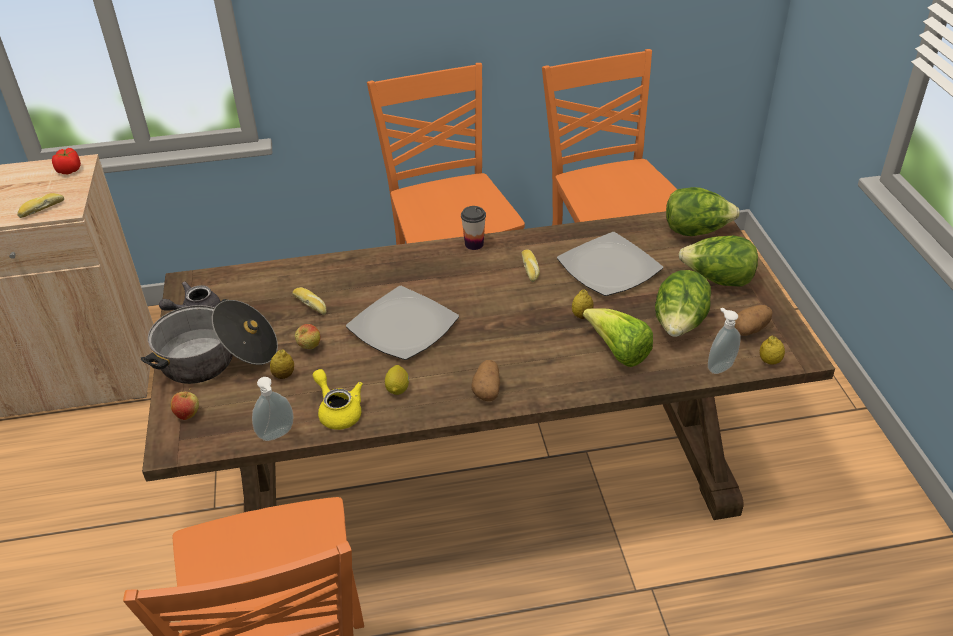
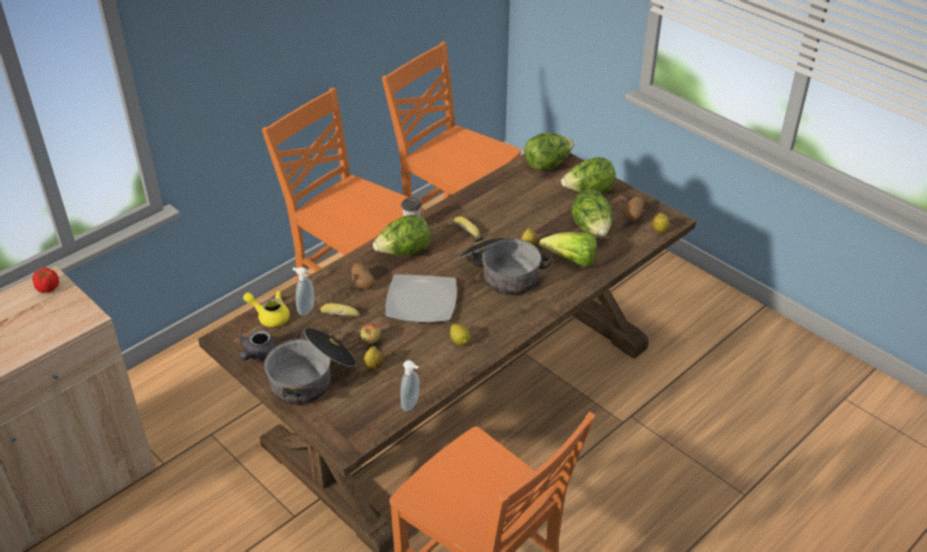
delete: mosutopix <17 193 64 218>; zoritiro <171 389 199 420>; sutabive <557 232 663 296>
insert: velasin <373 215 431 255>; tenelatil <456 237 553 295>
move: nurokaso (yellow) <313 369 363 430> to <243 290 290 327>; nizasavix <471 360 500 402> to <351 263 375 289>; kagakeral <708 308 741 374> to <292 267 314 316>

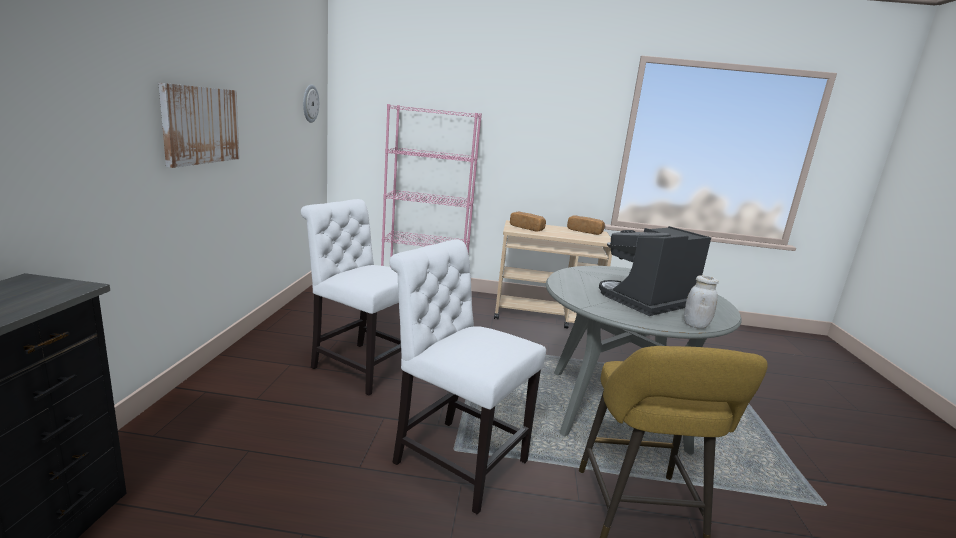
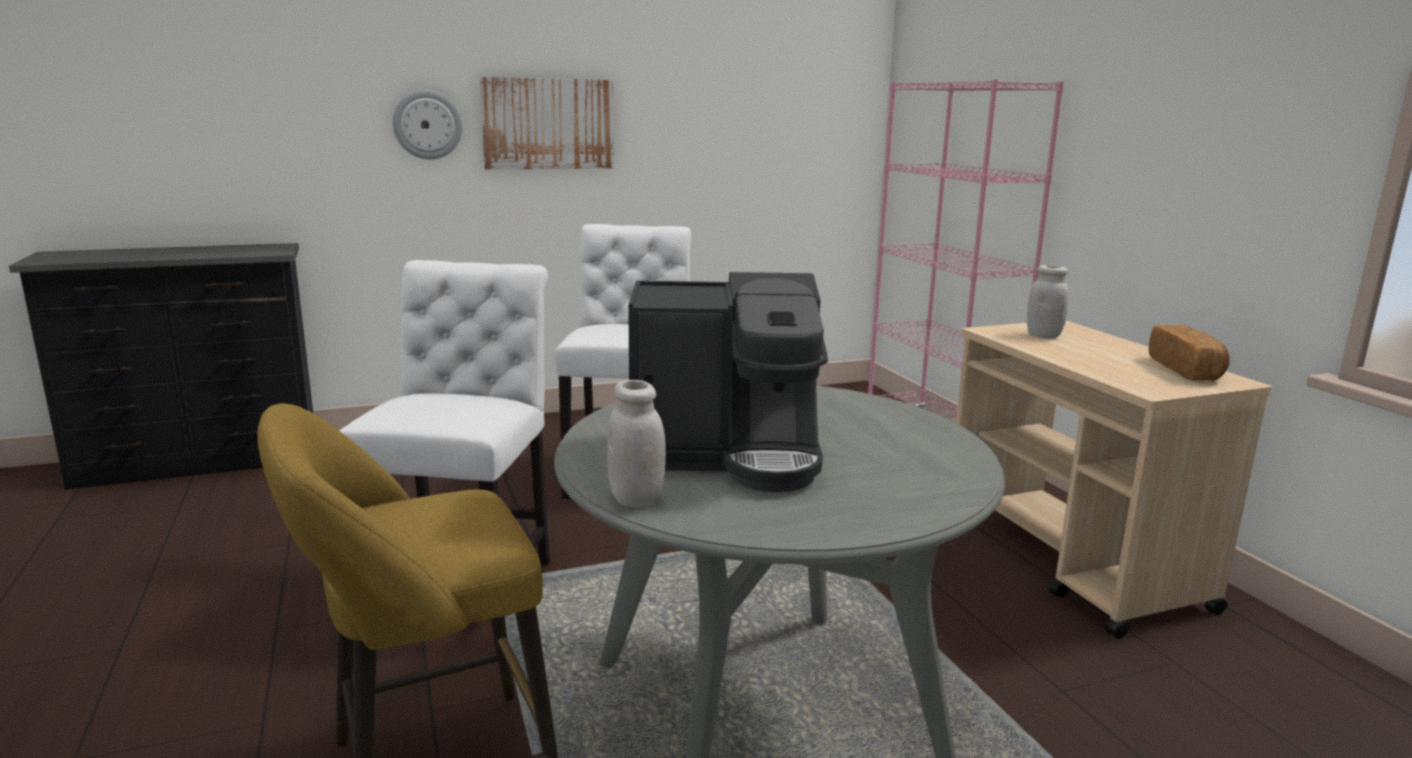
move: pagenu <303 84 319 123> to <393 90 463 160>
replace: mosutopix <510 212 546 232> to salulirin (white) <1027 265 1068 338>
rotate: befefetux <599 226 711 316> = <628 272 828 492> 150 degrees clockwise

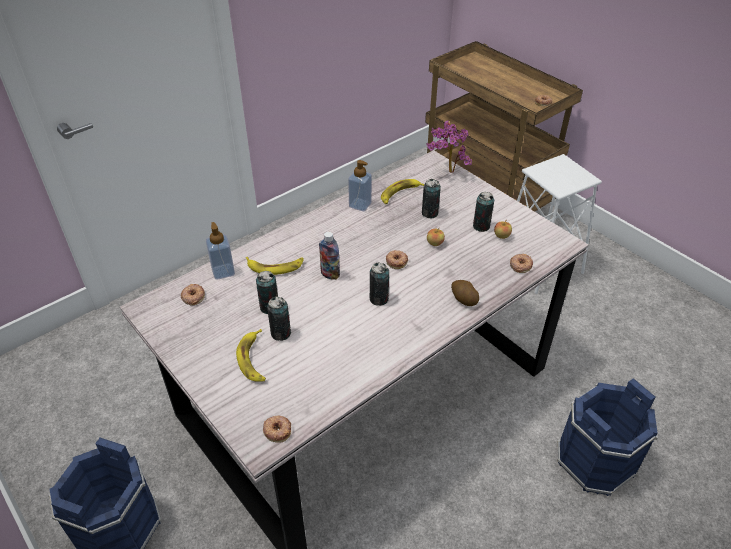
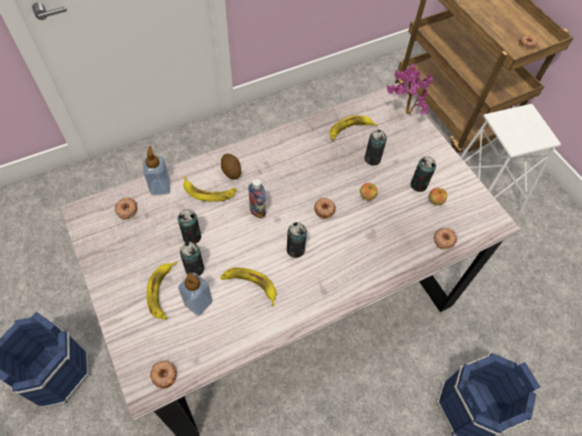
insert: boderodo <220 268 276 306>
move: kagakeral <348 160 372 211> to <178 272 213 316>; nizasavix <451 280 479 306> to <221 154 241 180>

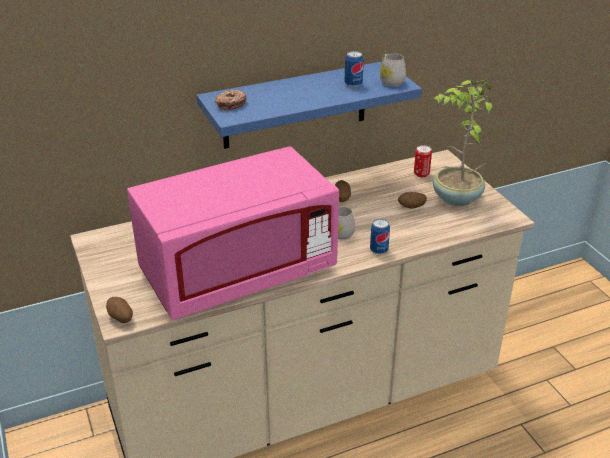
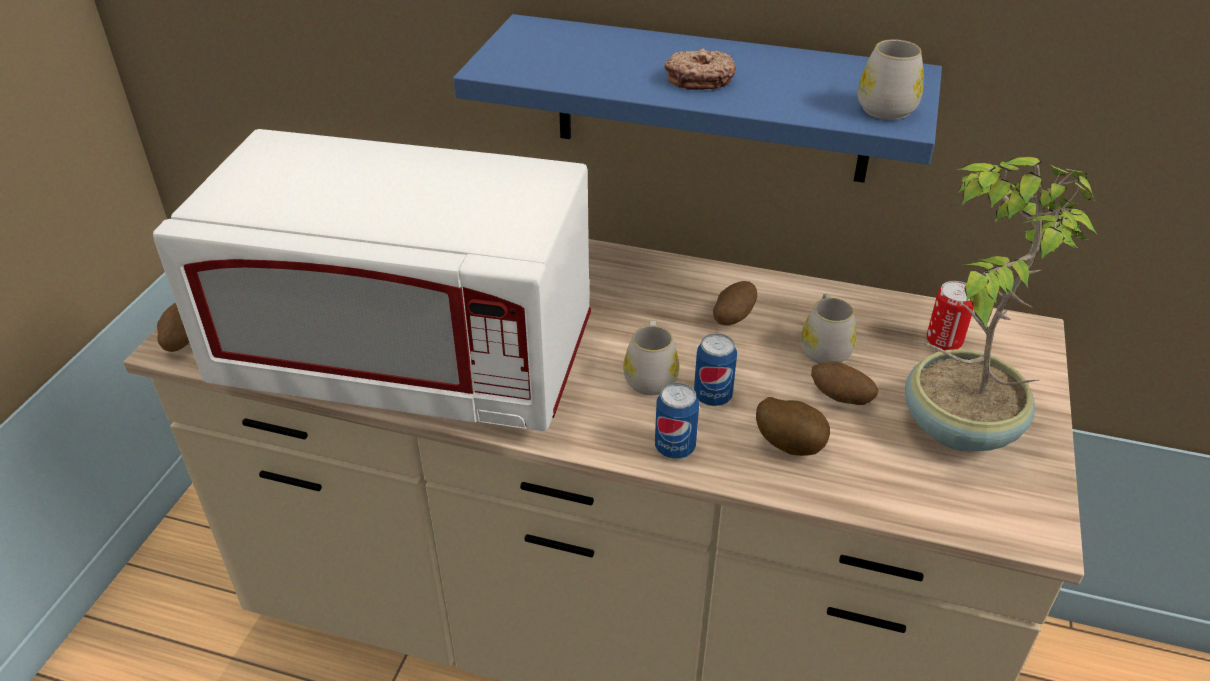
insert: nizasavix <756 397 830 456>; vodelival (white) <801 294 856 364>
move: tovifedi <215 90 247 110> to <664 48 736 90>; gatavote <344 51 364 87> to <694 333 737 406>
recolor: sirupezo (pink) <127 146 339 320> to sirupezo (white) <153 129 591 431>

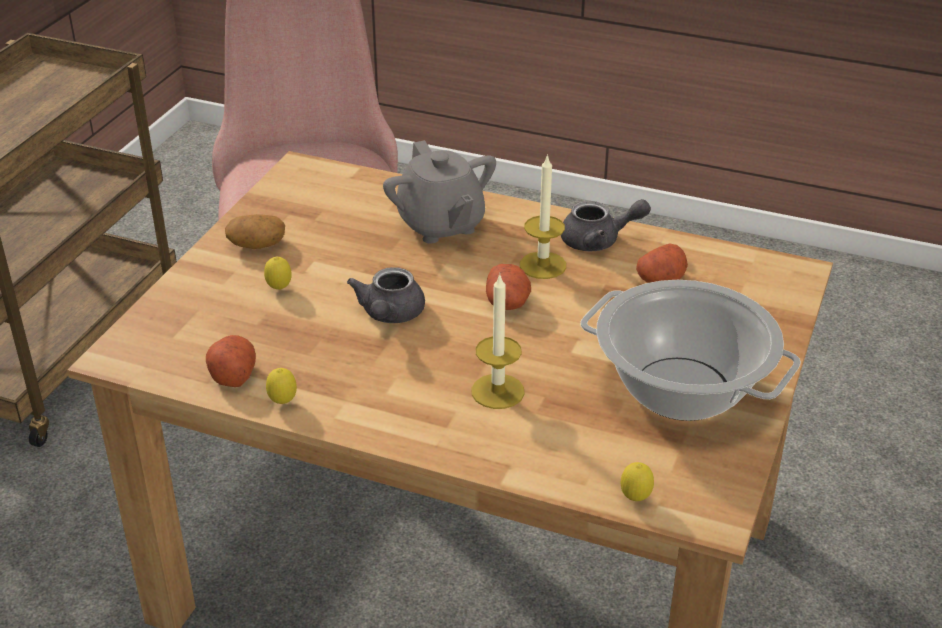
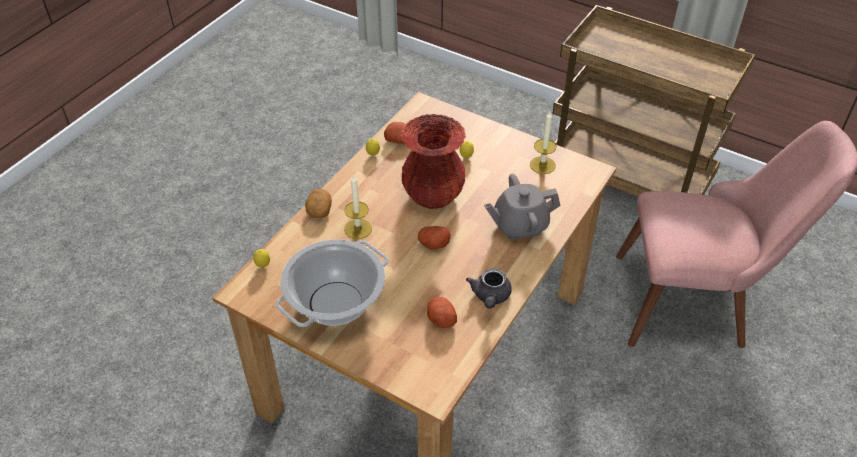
move: nizasavix <225 214 285 249> to <305 189 332 218>; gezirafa <520 154 566 279> to <530 111 557 174>
replace: nurokaso (grey) <347 267 425 323> to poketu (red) <401 114 466 209>

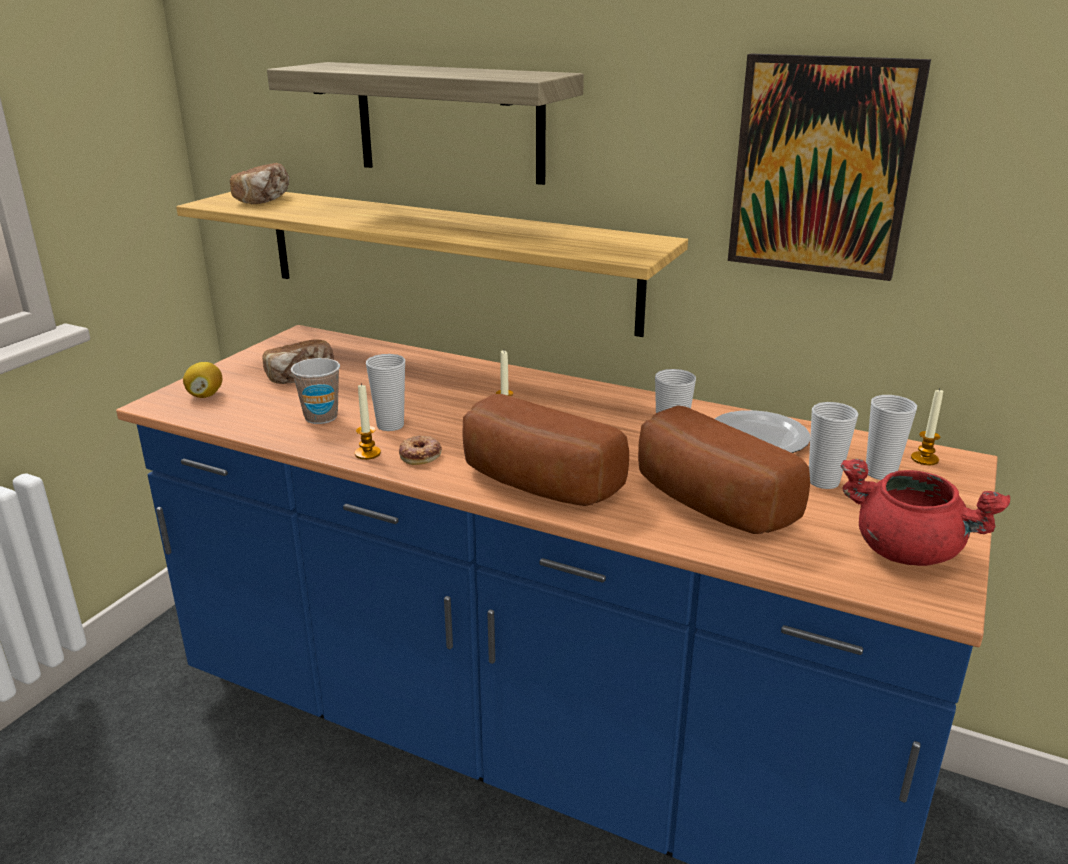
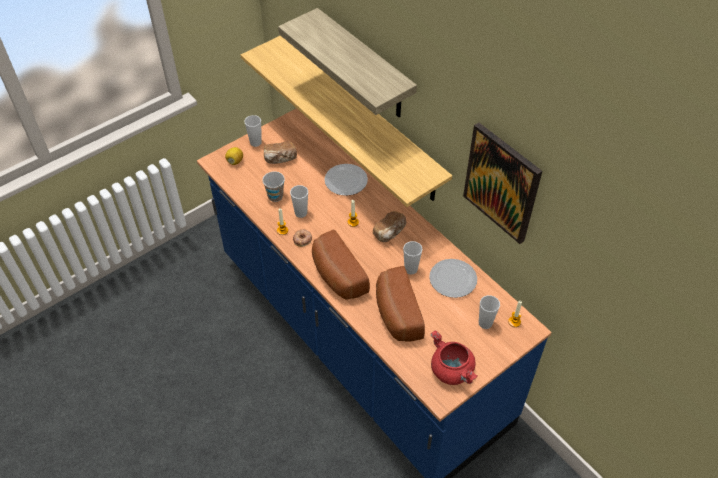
insert: sutabive <324 164 368 196>
move: mosutopix <230 163 289 204> to <373 211 406 242>; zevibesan <809 402 859 489> to <244 115 262 147>

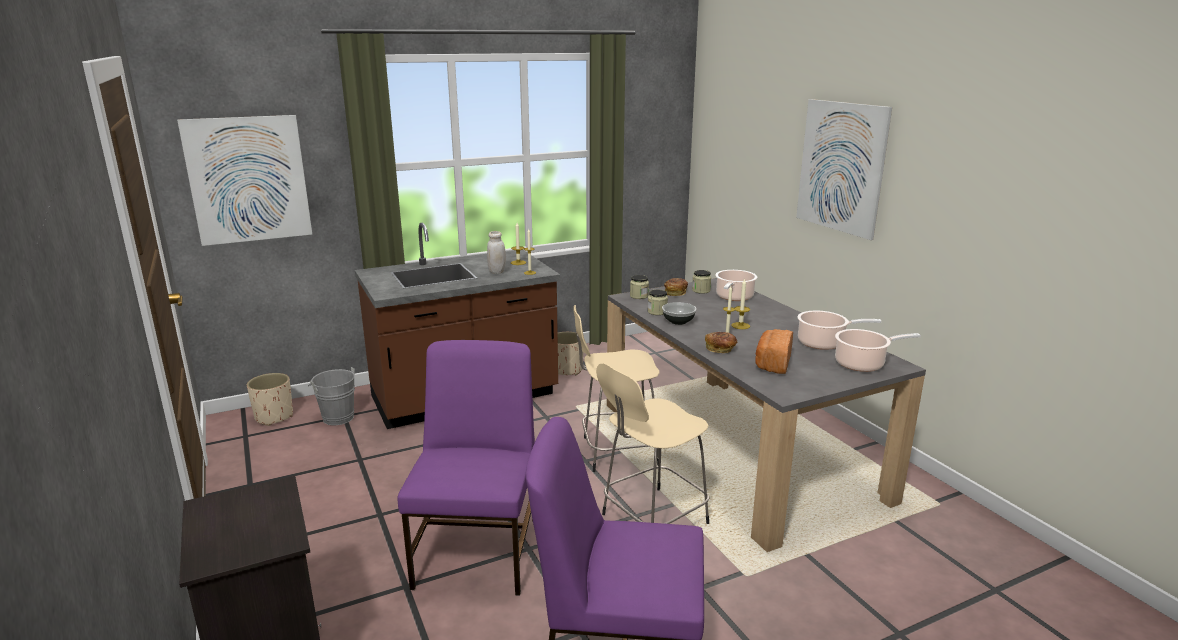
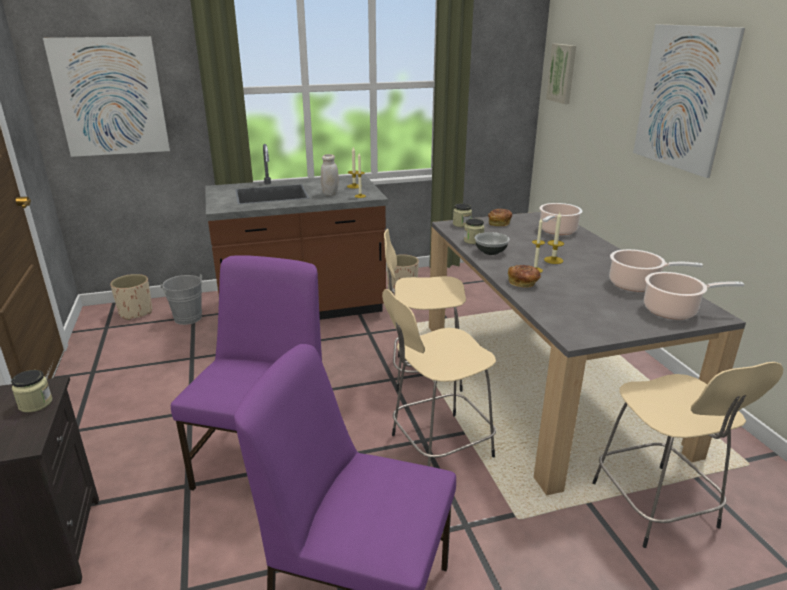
delete: mosutopix <755 329 793 374>
insert: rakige <546 44 576 104>; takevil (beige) <592 362 783 548>
move: salulirin <692 270 711 294> to <11 370 52 413>

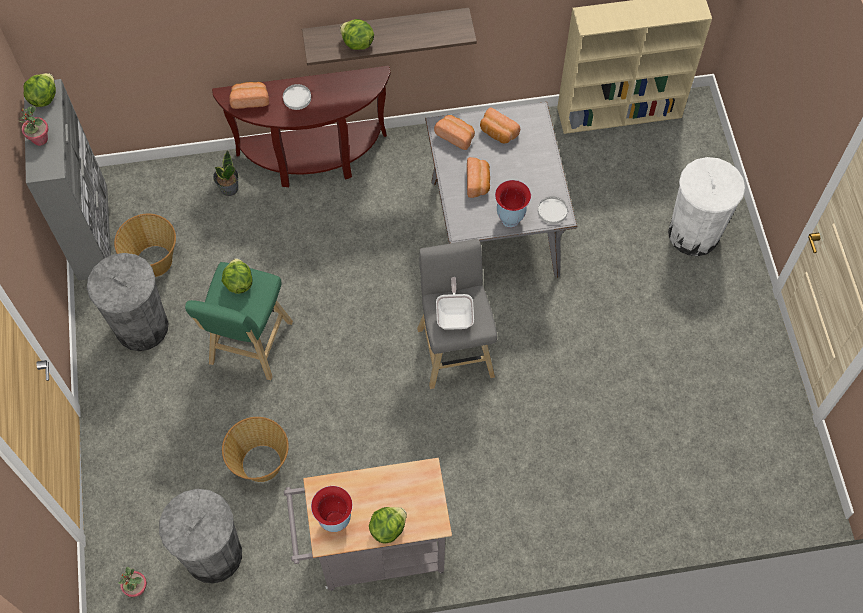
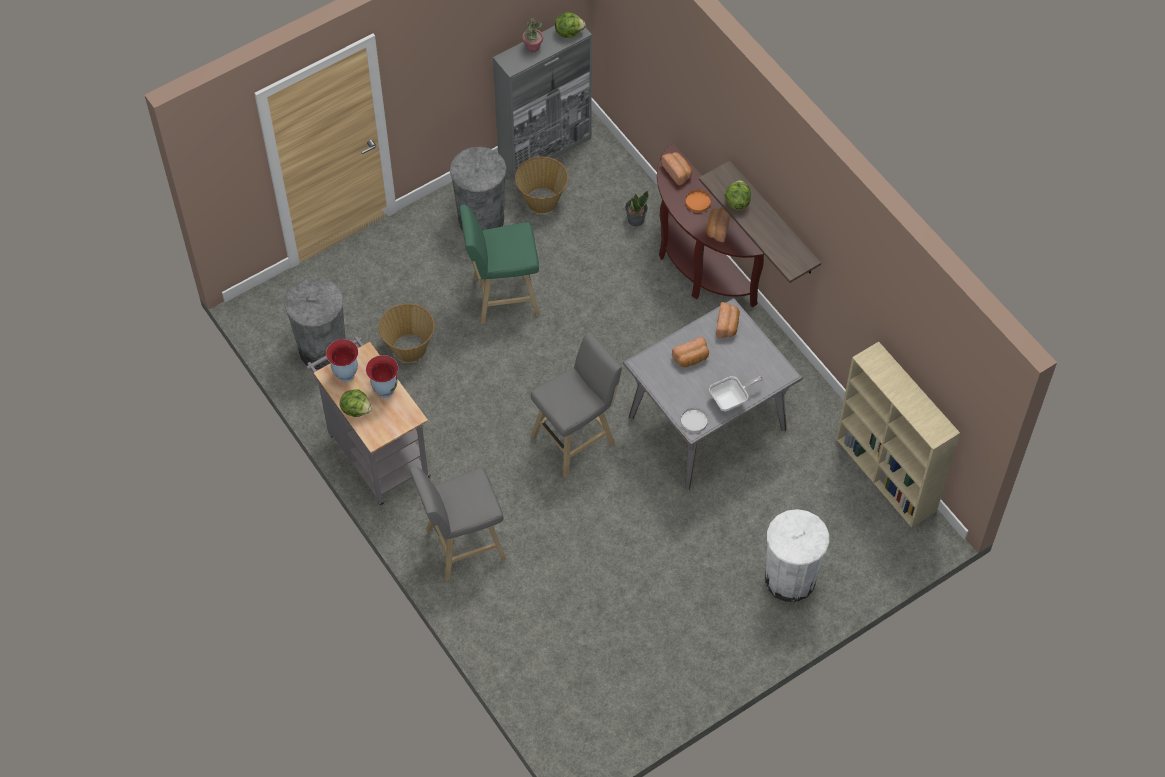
delete: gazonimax <118 566 147 597>; velasin <222 258 252 294>
insert: takevil (grey) <410 467 507 581>
move: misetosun <436 277 474 330> to <709 376 764 411>; mosutopix <480 107 520 143> to <707 208 730 242>; poketu <495 180 531 228> to <366 355 398 398>
recolor: sutabive (white) <283 84 311 110> to sutabive (orange) <685 190 711 213>

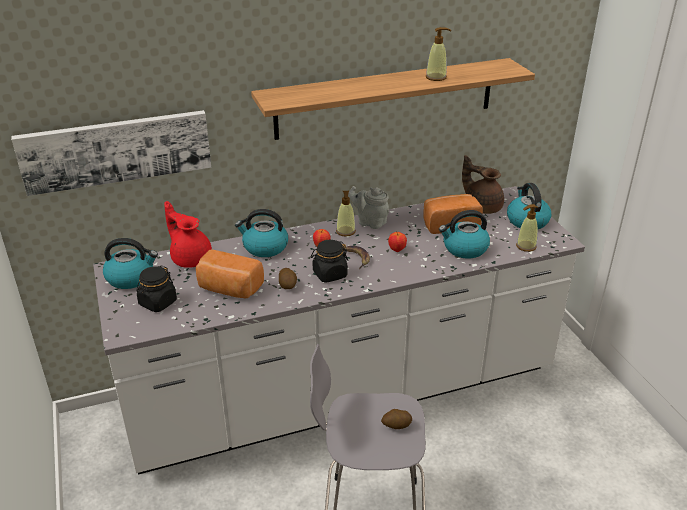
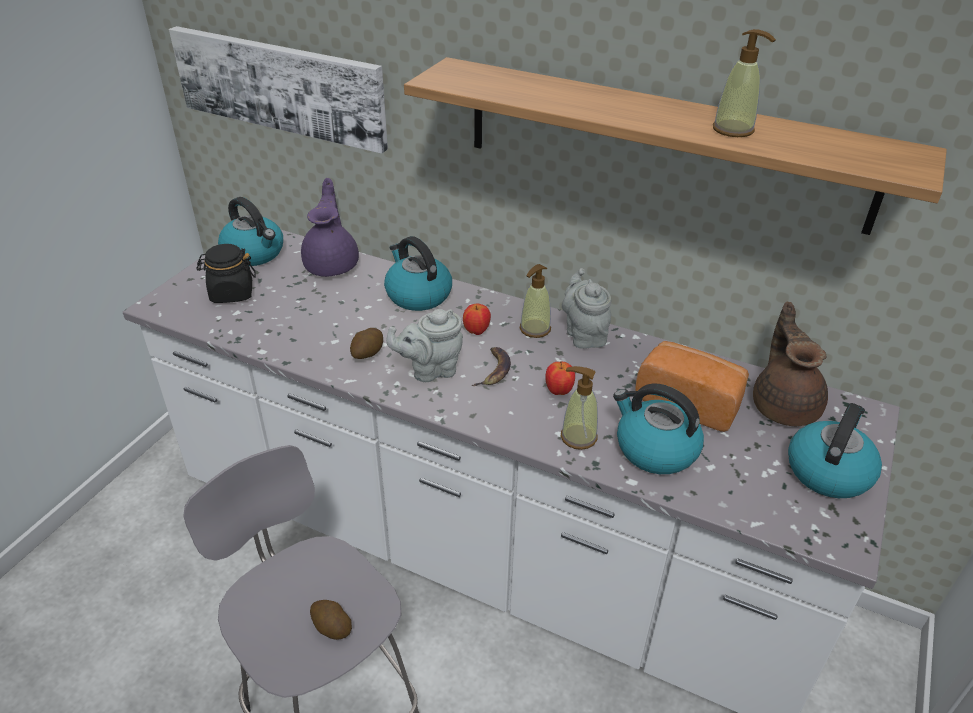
delete: mosutopix <196 249 264 299>
move: kagakeral <516 204 538 252> to <561 366 598 450>
replace: salulirin (black) <311 240 348 283> to nurokaso (grey) <386 309 463 382>
recolor: nurokaso (red) <164 201 212 268> to nurokaso (purple) <301 178 359 277>

